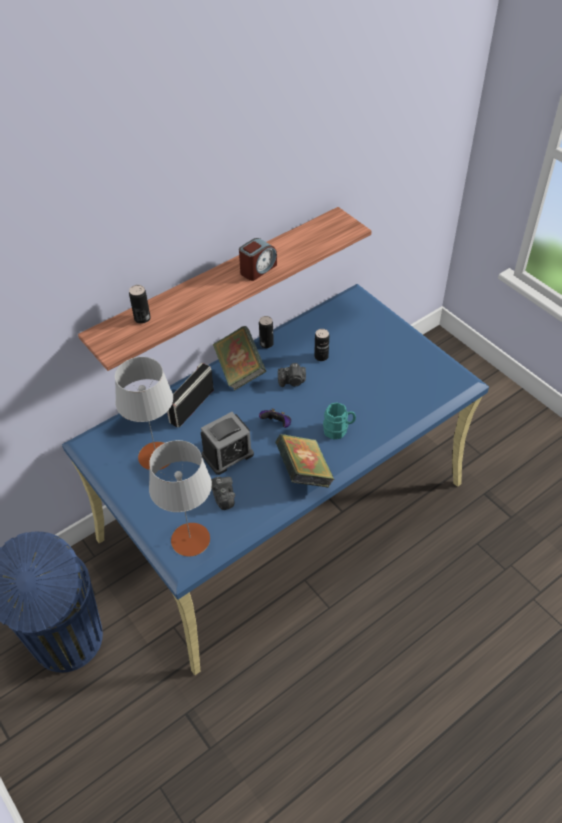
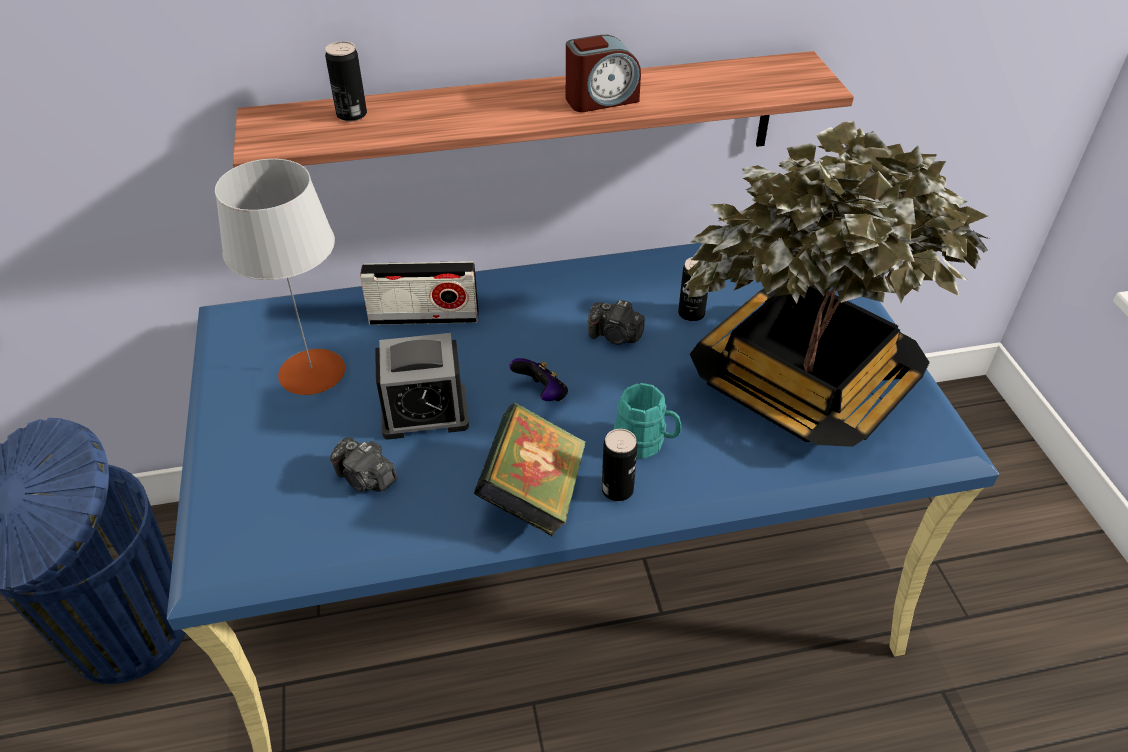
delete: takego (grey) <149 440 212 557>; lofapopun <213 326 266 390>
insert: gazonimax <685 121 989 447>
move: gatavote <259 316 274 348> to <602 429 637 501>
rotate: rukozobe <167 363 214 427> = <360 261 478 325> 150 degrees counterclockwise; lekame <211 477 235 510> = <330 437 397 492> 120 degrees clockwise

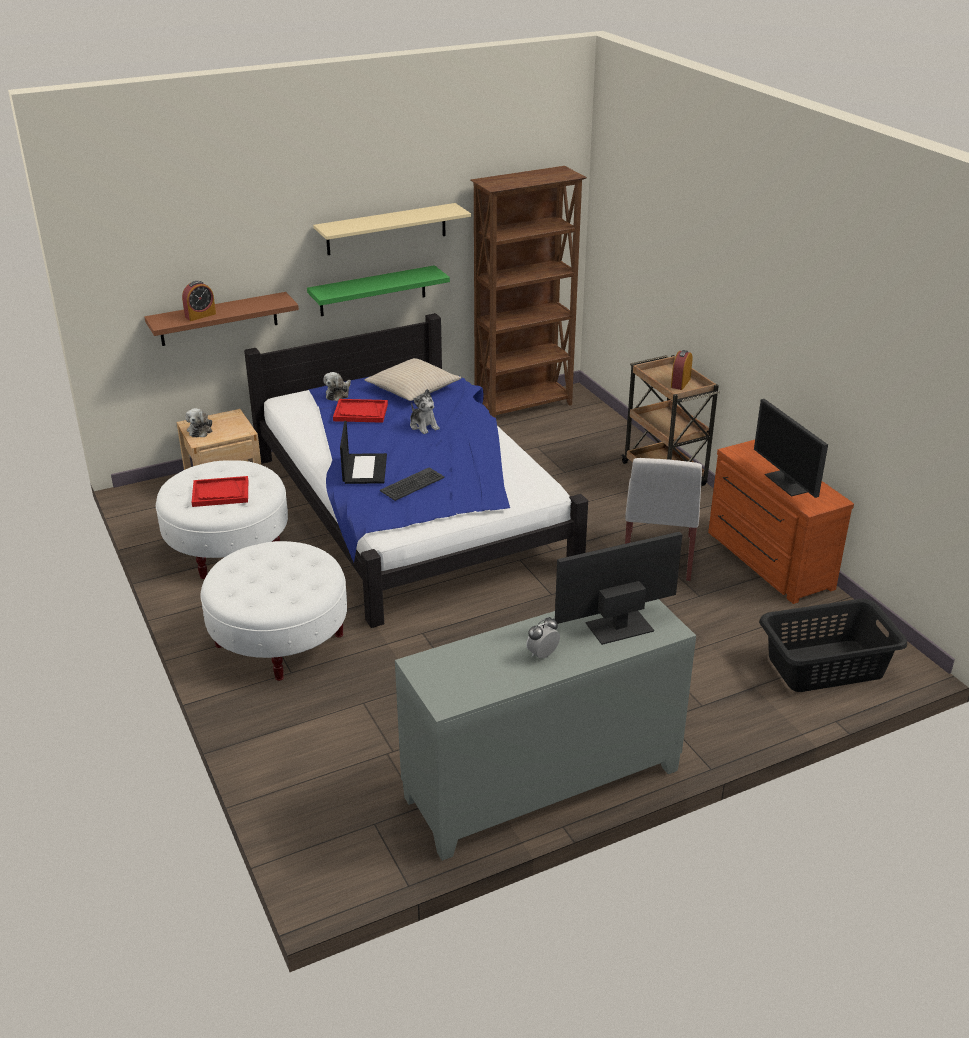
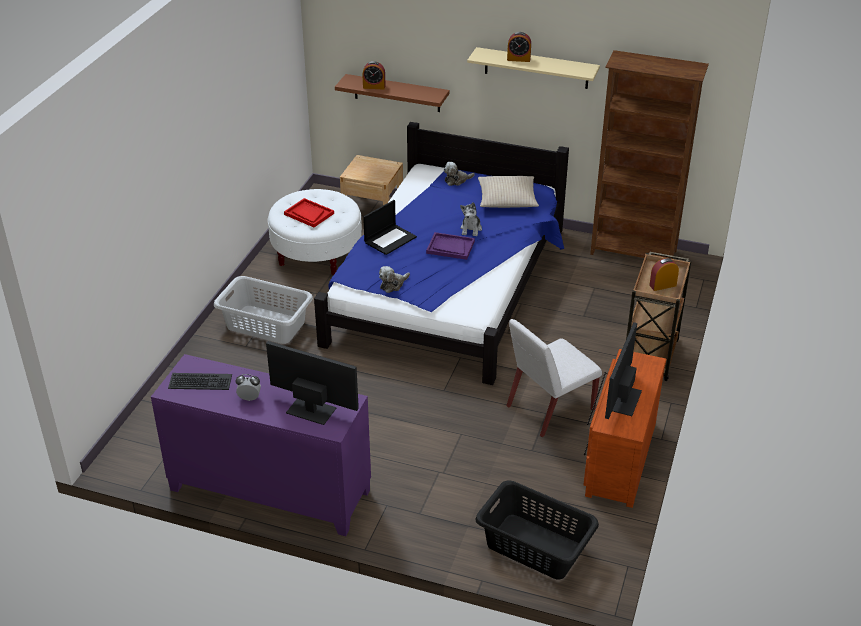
delete: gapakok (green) <307 265 450 316>; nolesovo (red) <333 399 388 423>
insert: nolesovo (purple) <426 232 475 260>; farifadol <507 32 531 62>
move: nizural <186 408 212 437> to <379 266 410 293>; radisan <380 467 445 501> to <168 373 232 390>
replace: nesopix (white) <200 541 347 681> to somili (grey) <214 276 313 344>
recolor: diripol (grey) <395 599 696 861> to diripol (purple) <151 354 371 536>

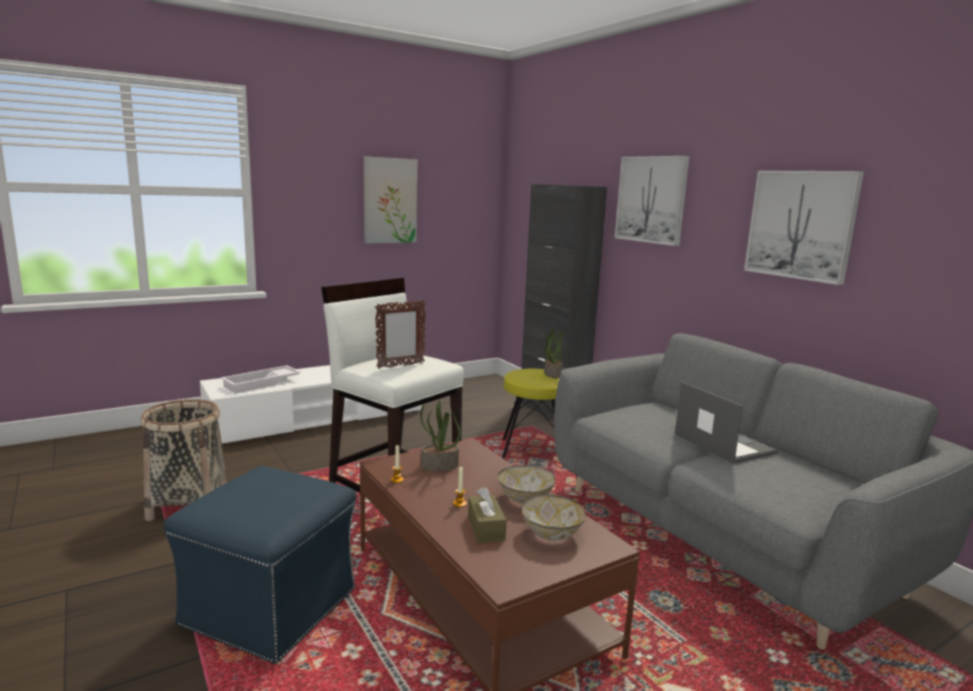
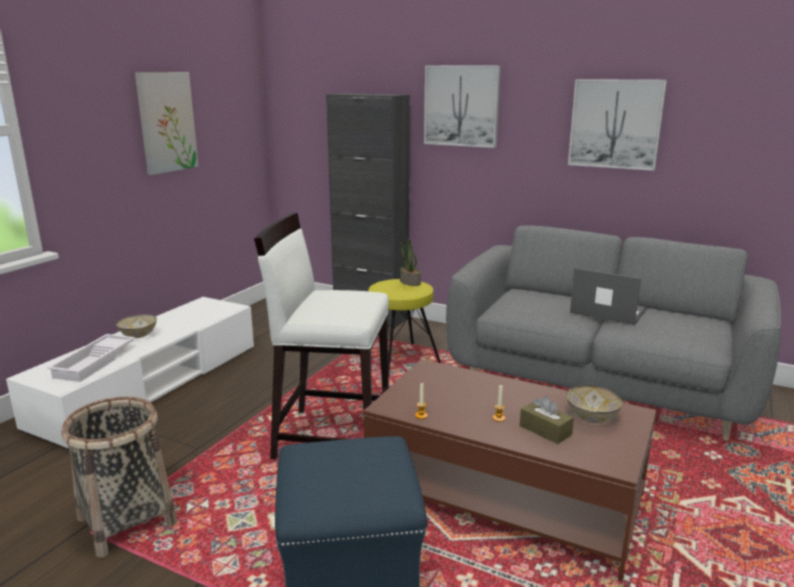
delete: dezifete <375 300 426 369>; gazonimax <420 400 461 471>
move: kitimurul <498 465 556 504> to <116 315 157 338>

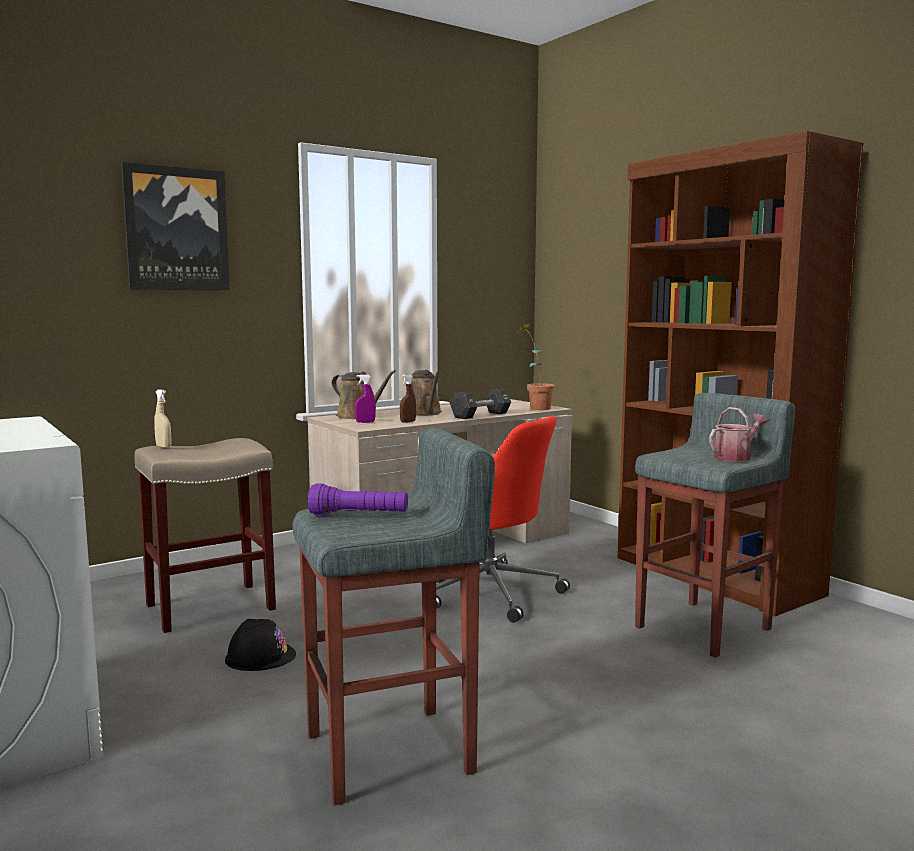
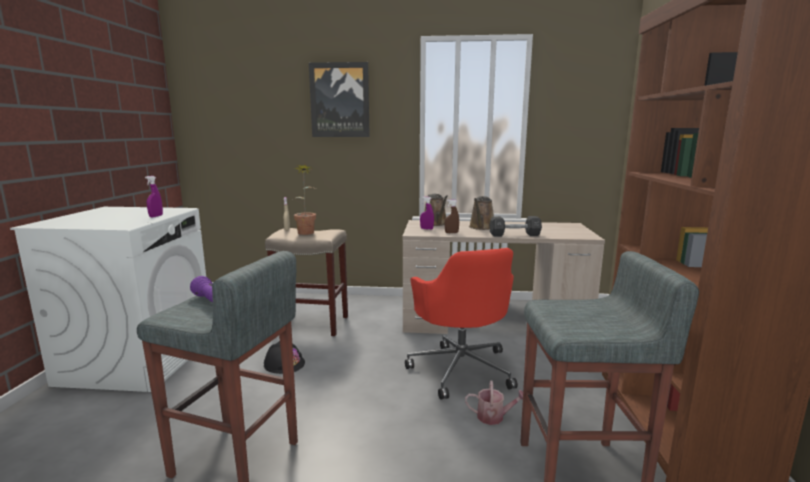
insert: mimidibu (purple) <145 176 163 217>
move: gazonimax <514 321 555 410> to <294 165 316 235>; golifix <709 407 768 461> to <465 380 523 425>

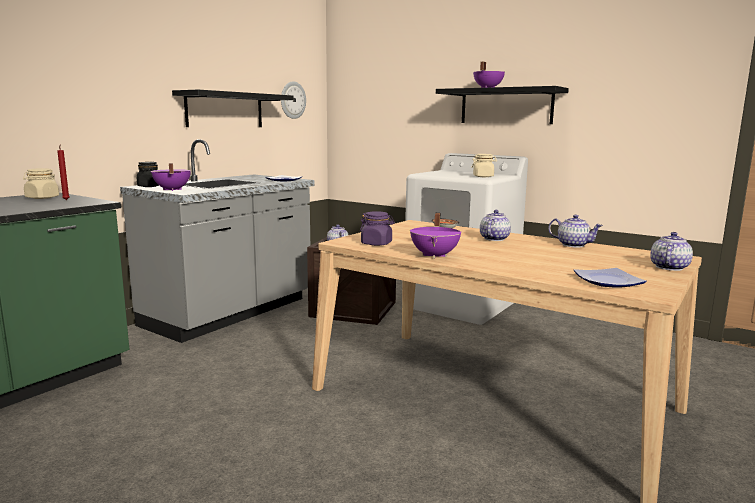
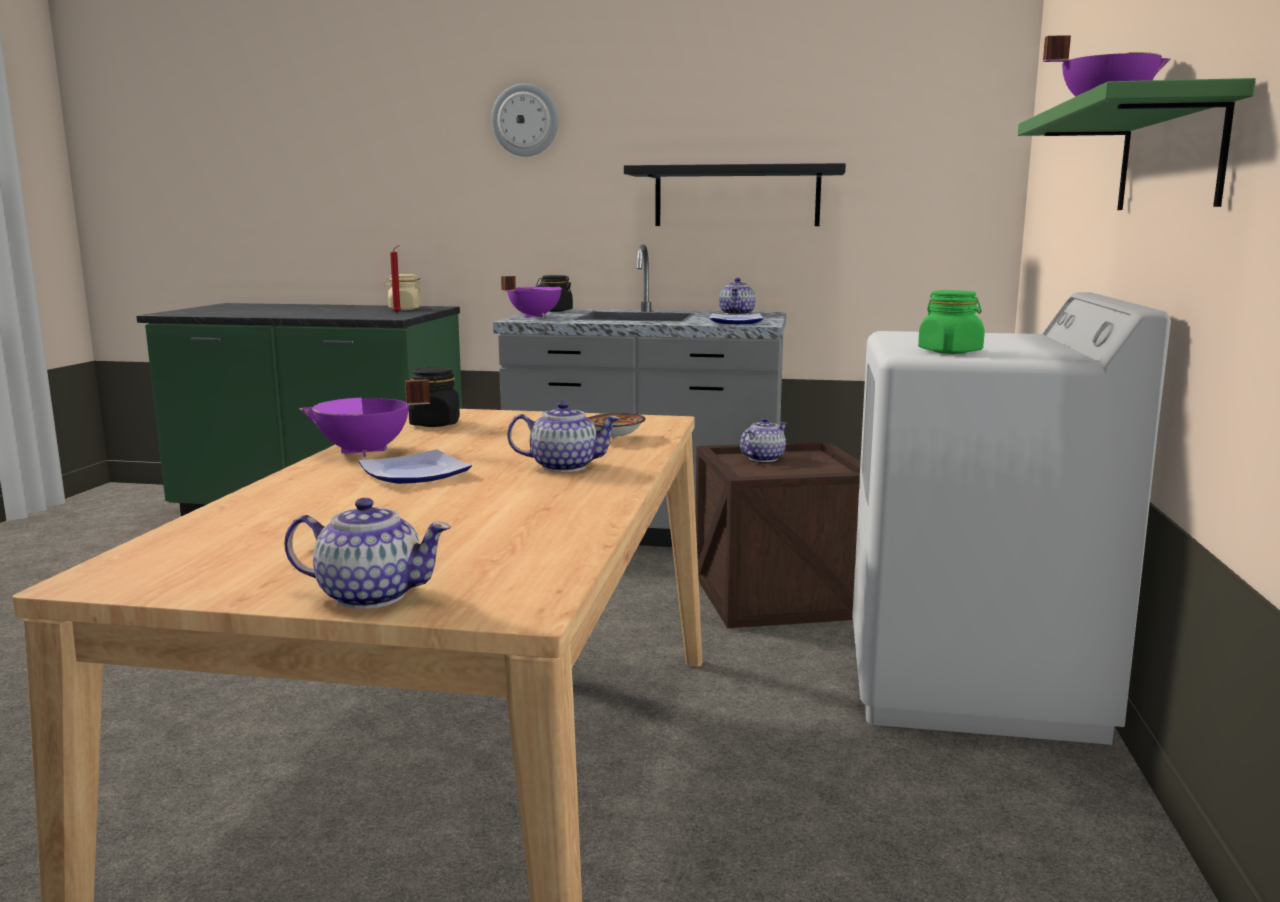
move: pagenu <281 81 306 119> to <491 83 559 156>; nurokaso <548 215 603 248> to <719 278 756 315>; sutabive <573 268 647 288> to <359 449 472 484>
recolor: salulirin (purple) <360 211 395 246> to salulirin (black) <409 367 460 427>; gapakok (black) <436 86 569 124> to gapakok (green) <1018 78 1256 210>; salulirin (beige) <471 154 497 177> to salulirin (green) <918 290 985 354>

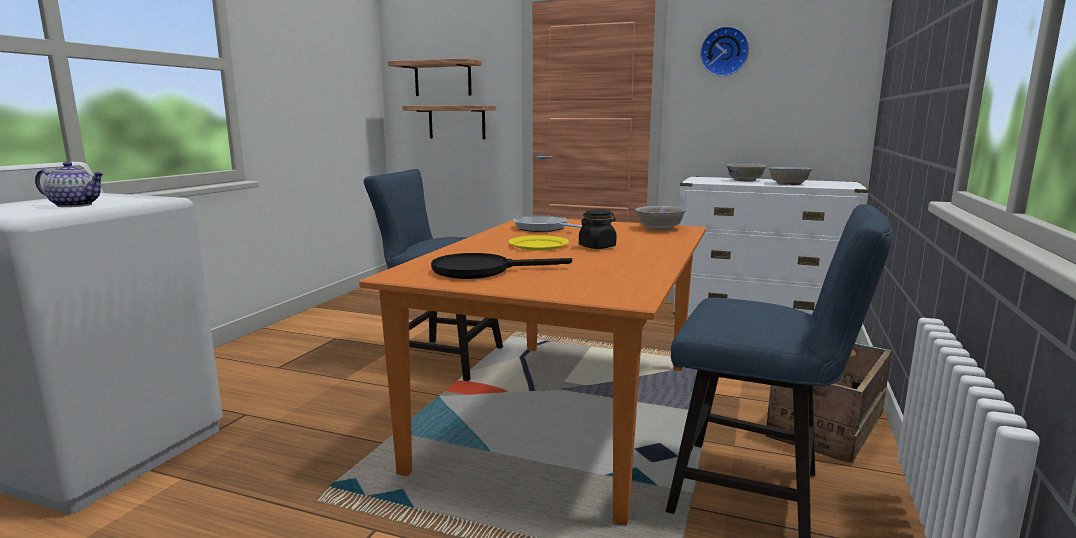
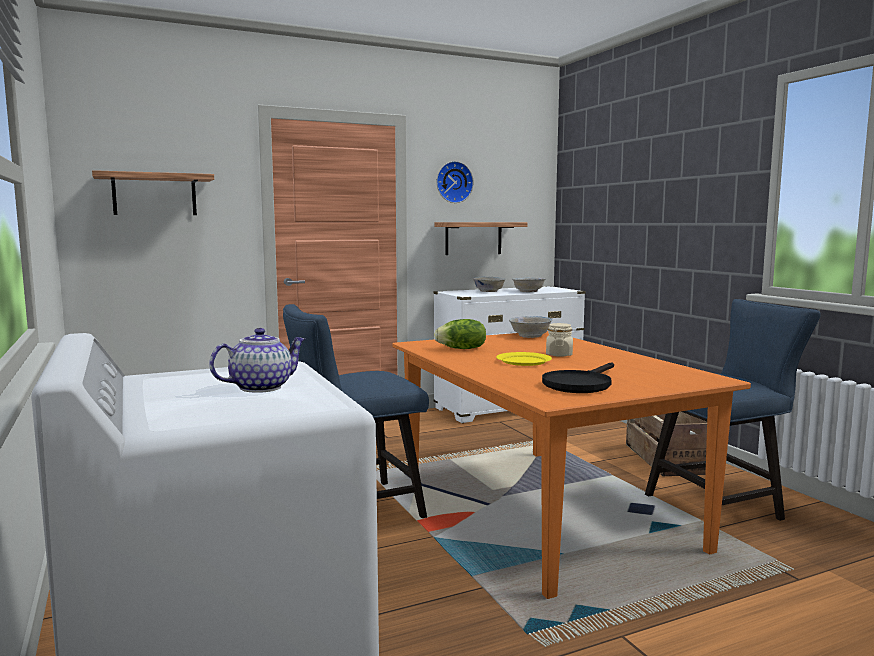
move: gapakok <402 105 496 139> to <434 222 528 255>
replace: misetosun <514 215 582 232> to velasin <434 319 486 349>
recolor: salulirin (black) <579 210 617 249> to salulirin (beige) <546 323 573 357>

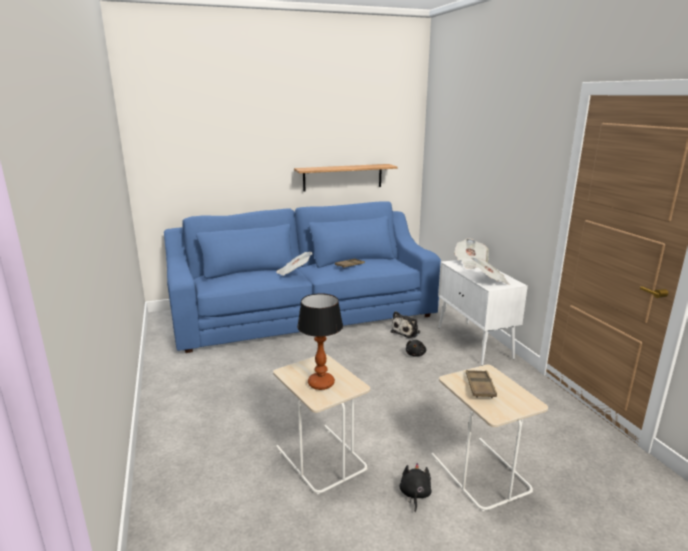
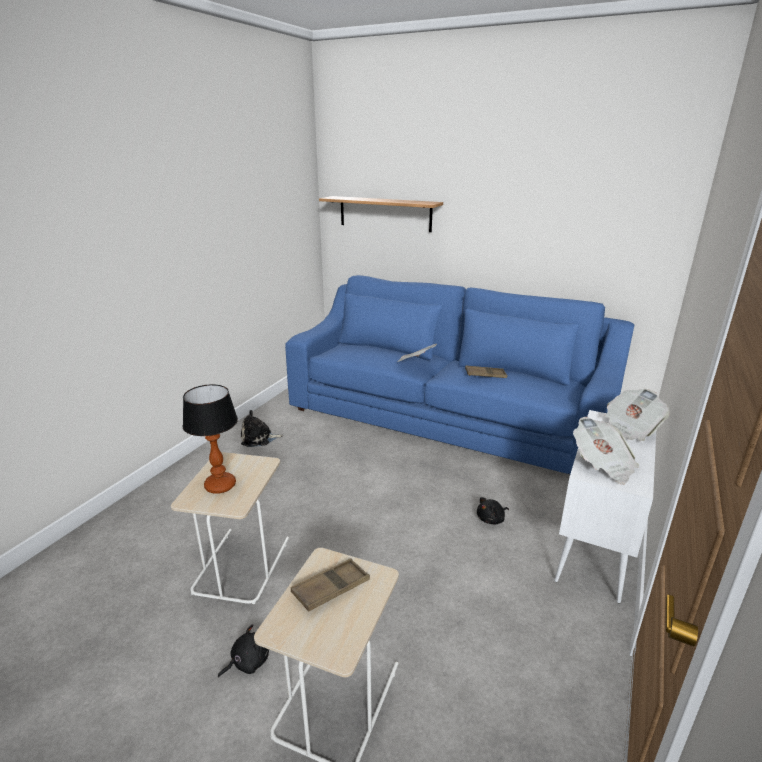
move: gapakok <294 164 397 192> to <319 196 443 232>; nizural <390 311 420 338> to <241 410 283 447>

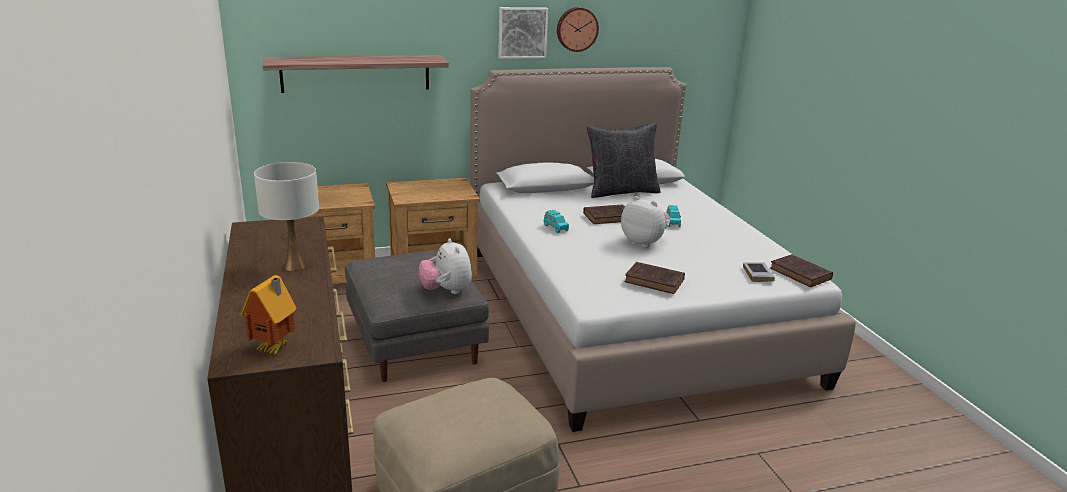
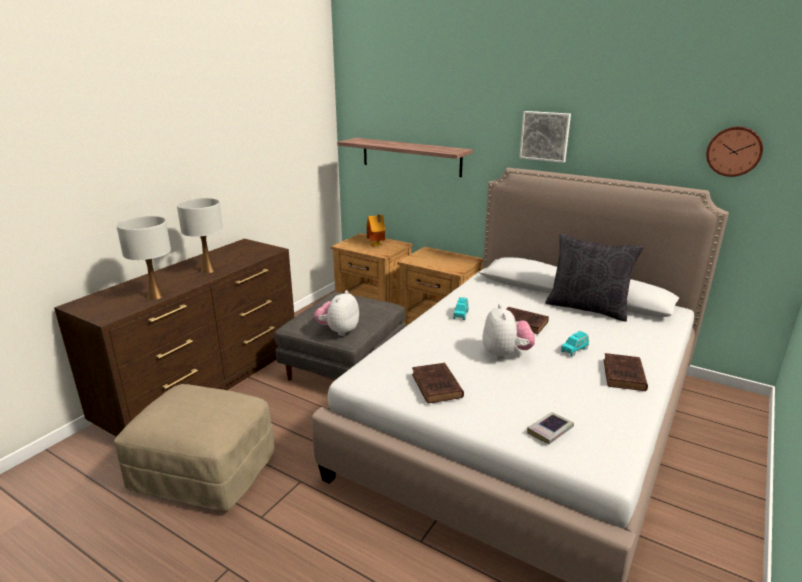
insert: takego (white) <116 216 171 300>
move: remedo <240 275 297 355> to <366 215 385 247>; pagenu <557 7 599 52> to <706 126 763 177>; lofapopun (brown) <770 254 833 287> to <603 353 648 391>

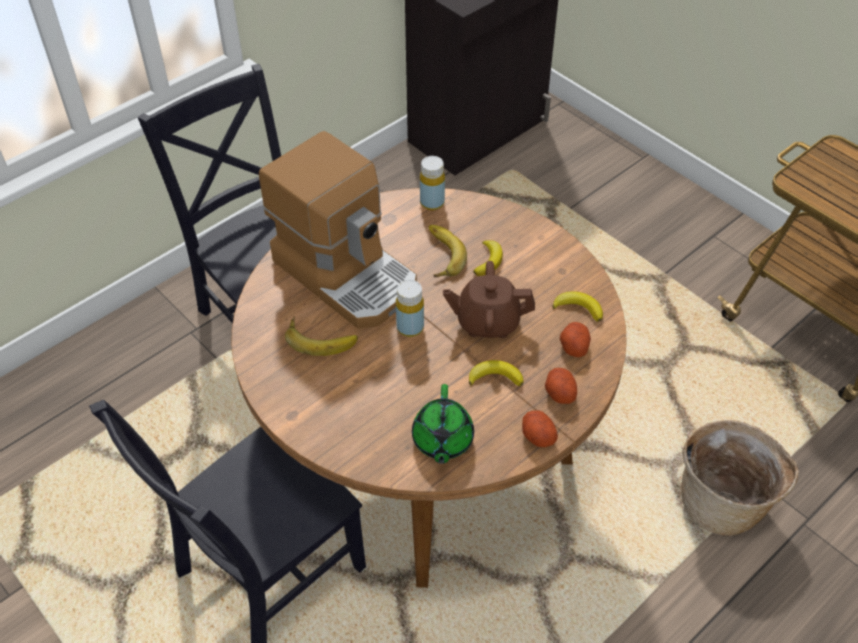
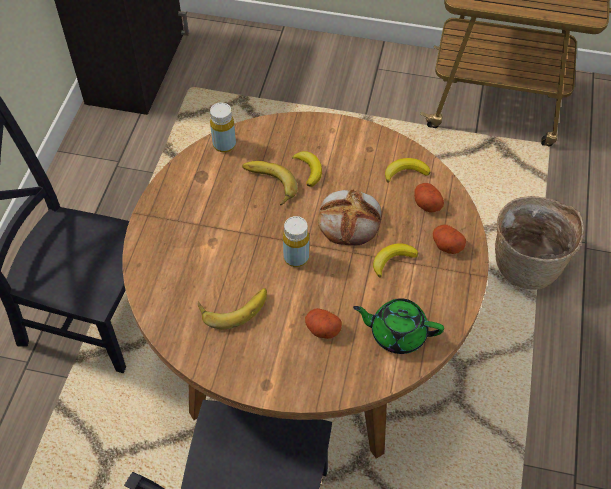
delete: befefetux <259 131 417 329>
move: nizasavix <522 410 558 447> to <305 308 342 339>
replace: nurokaso (brown) <443 261 535 338> to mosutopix <318 190 382 245>
rotate: nurokaso (green) <412 384 474 464> = <353 298 444 354> 135 degrees clockwise

